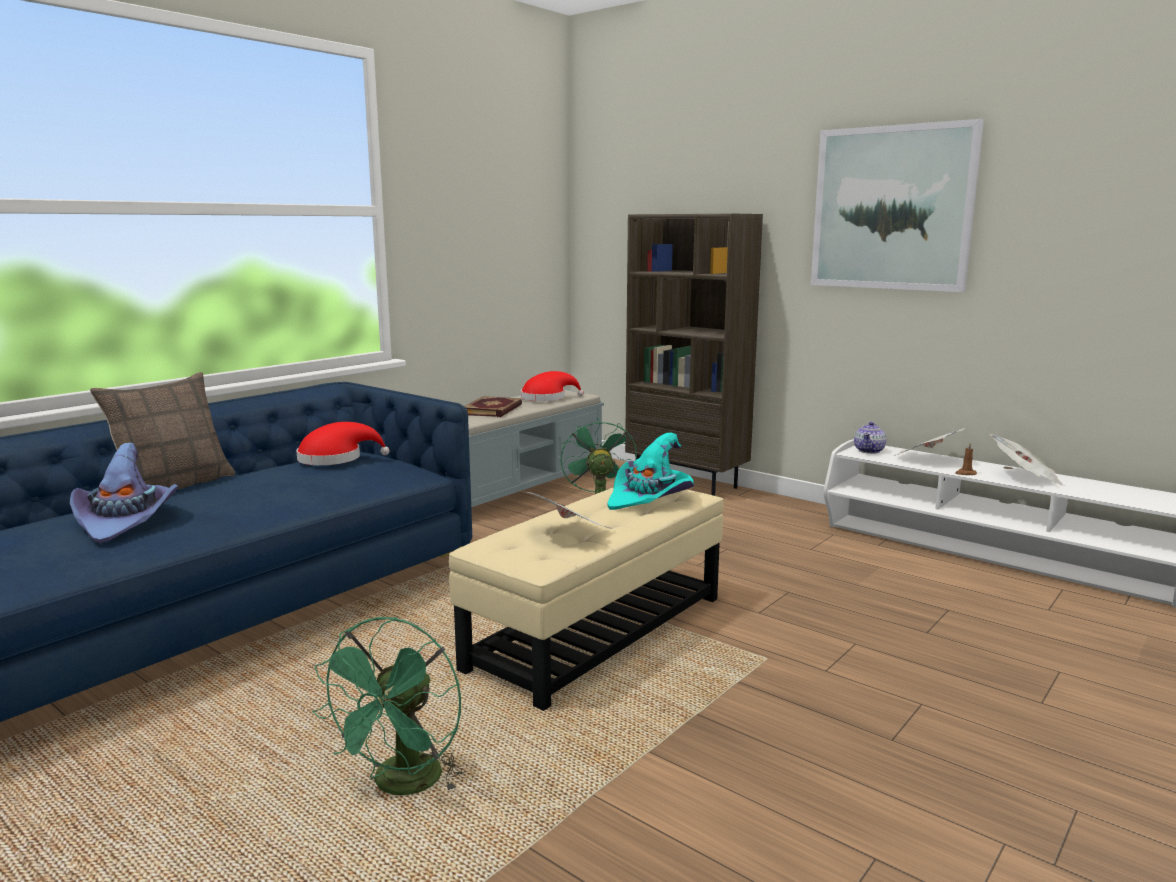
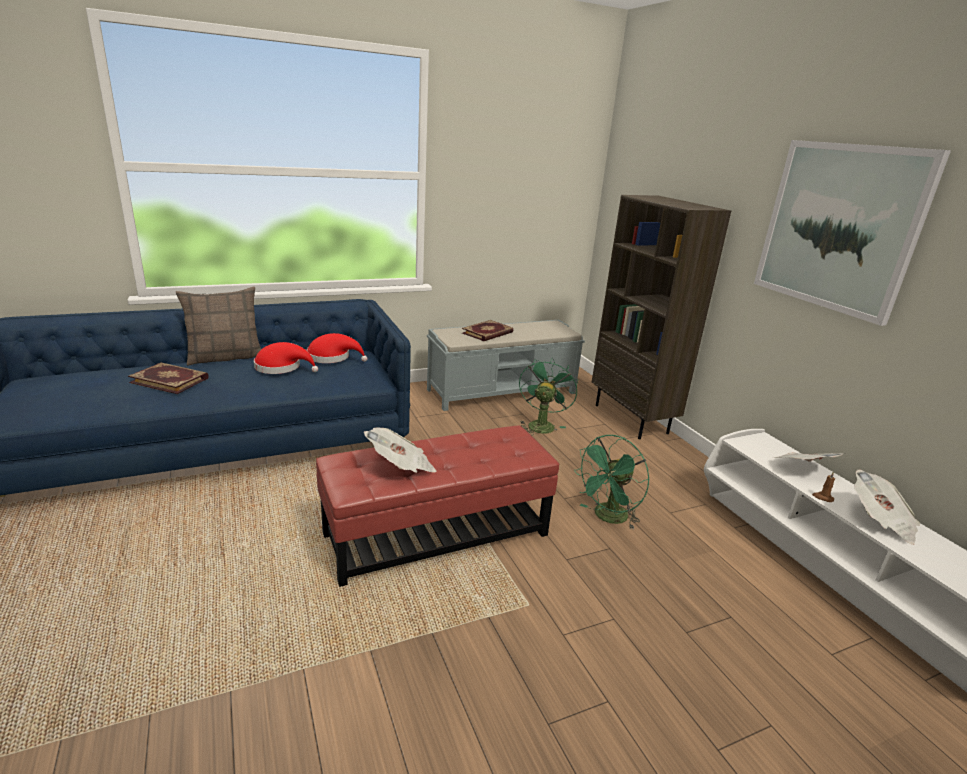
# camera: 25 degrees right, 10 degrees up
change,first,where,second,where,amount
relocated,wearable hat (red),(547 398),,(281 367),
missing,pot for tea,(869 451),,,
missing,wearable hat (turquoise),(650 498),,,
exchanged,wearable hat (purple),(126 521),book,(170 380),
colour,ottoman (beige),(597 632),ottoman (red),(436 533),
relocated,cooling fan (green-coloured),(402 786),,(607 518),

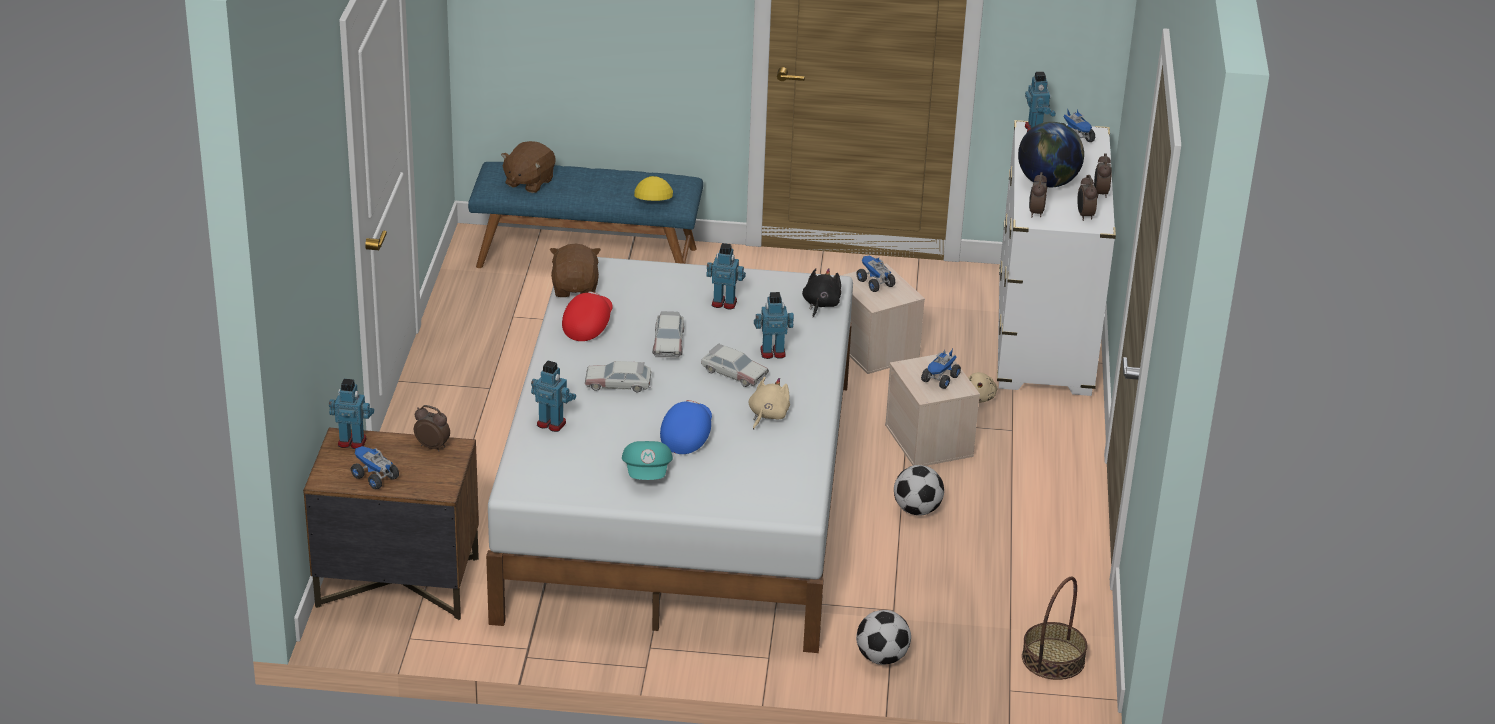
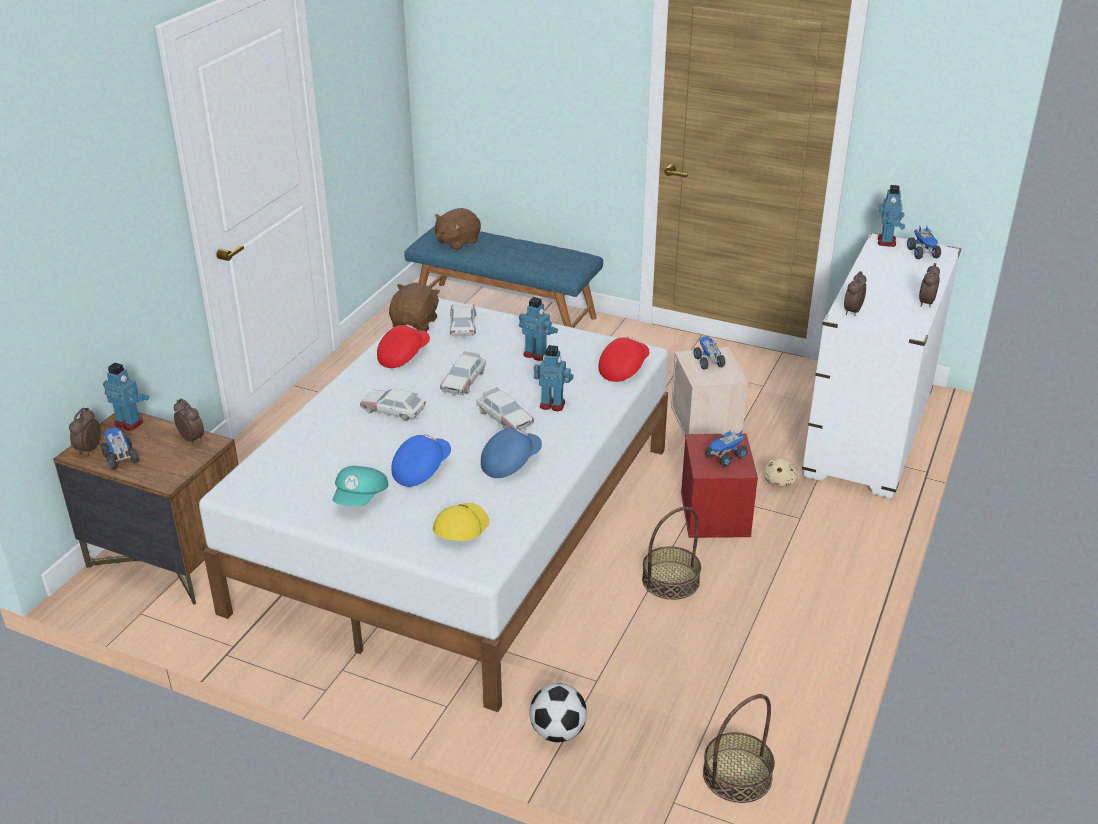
# camera: 20 degrees right, 0 degrees up
change,first,where,second,where,amount
missing,desk globe,(1048 182),,,
relocated,bedside clock,(1084 215),,(88 449),
relocated,cap (yellow),(652 196),,(460 528),
exchanged,soft toy (black),(820 304),cap (red),(623 368),
colour,storage box (beige),(930 441),storage box (red),(716 514),
missing,model robot,(551 423),,,
exchanged,soft toy (beige),(767 415),cap (blue-coloured),(510 463),
exchanged,ball for football,(917 510),storage basket,(670 580),
appeared,,,miniature car,(463 325),

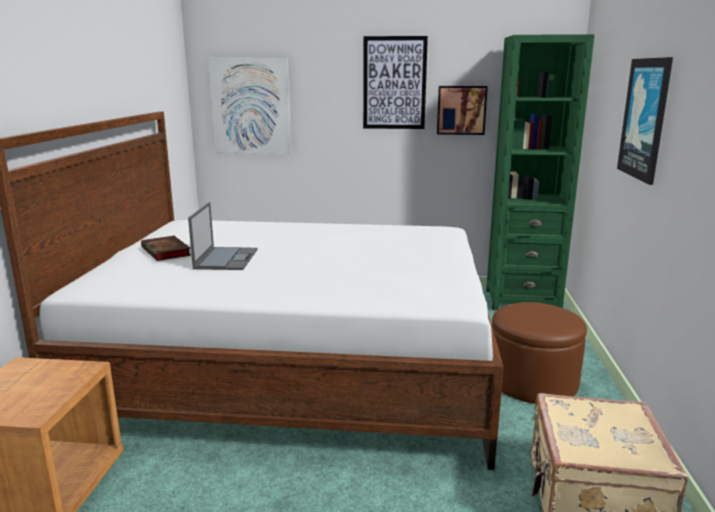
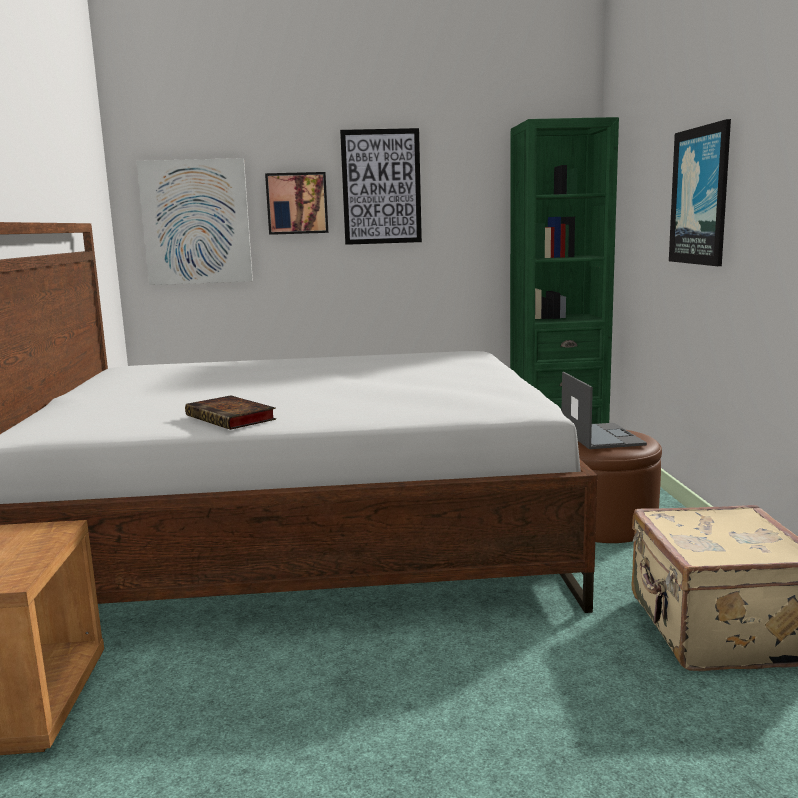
# camera: 10 degrees left, 5 degrees down
change,first,where,second,where,amount
relocated,wall art,(461 110),,(297 203),
relocated,portable computer,(226 258),,(600 436),
relocated,book,(167 252),,(232 418),

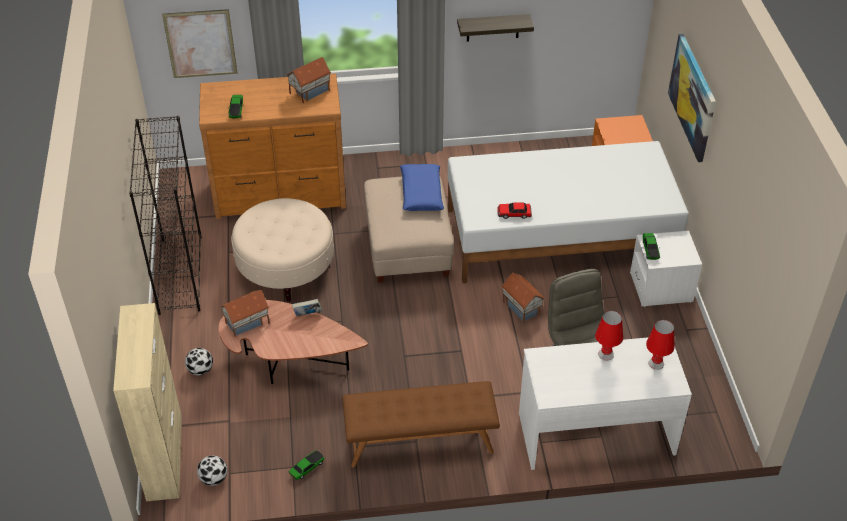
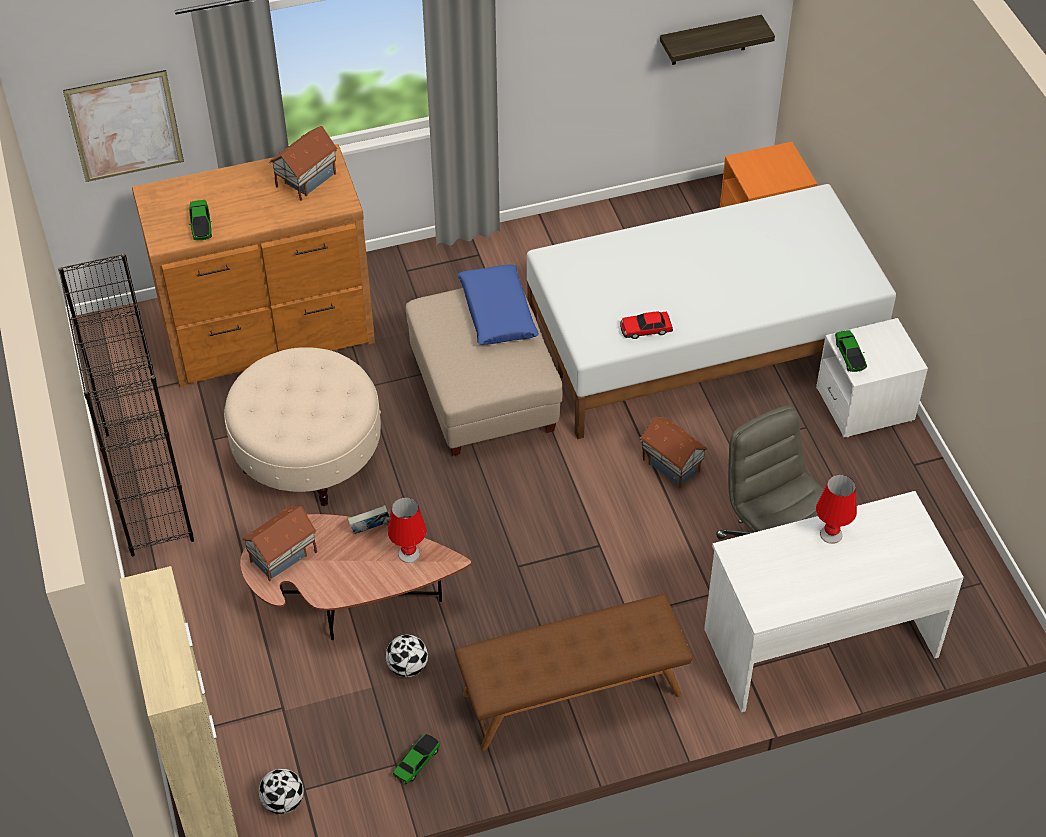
# camera: 10 degrees left, 5 degrees up
change,first,where,second,where,amount
relocated,bracket shelf,(493 27),,(709 40),
missing,wall art,(692 97),,,
relocated,table lamp (red),(656 363),,(409 554),
relocated,ball for football,(200 370),,(407 667),

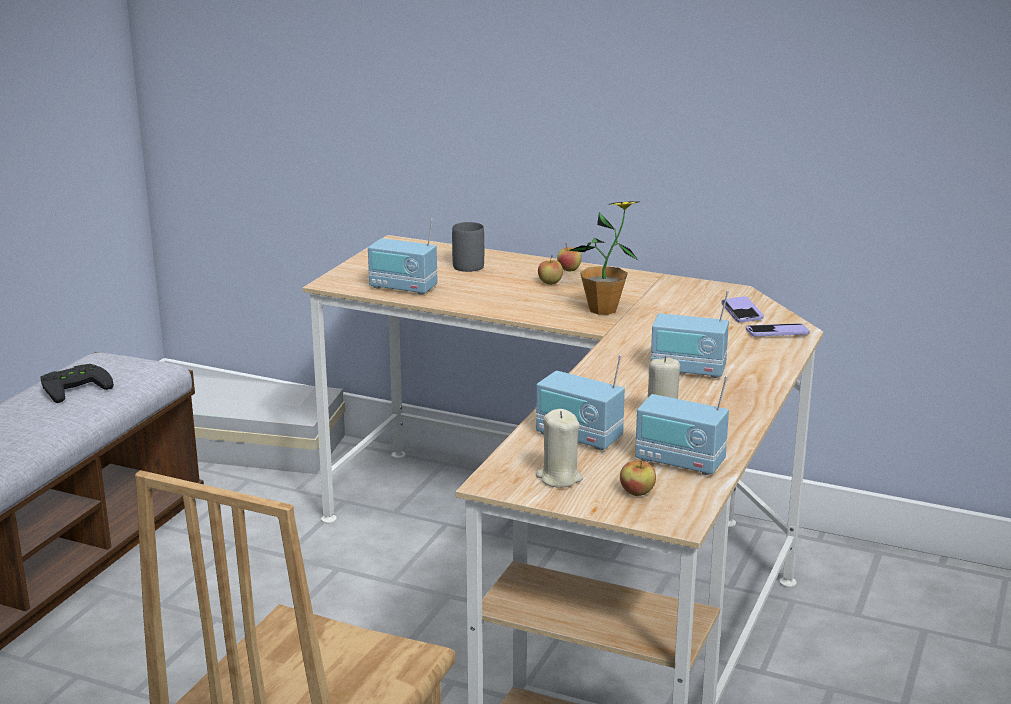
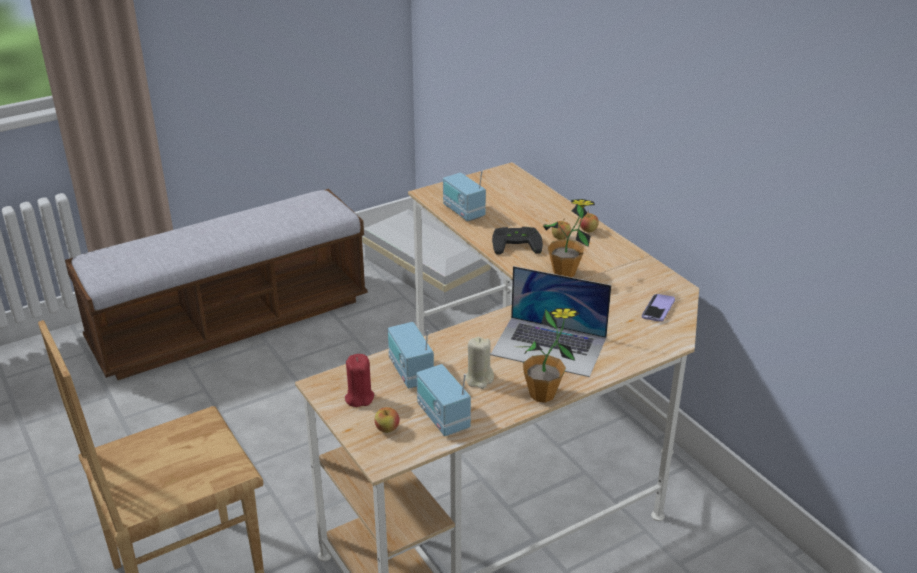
# camera: 35 degrees right, 10 degrees up
change,first,where,second,where,amount
missing,tea mug (greyish),(466 264),,,
exchanged,radio receiver,(687 370),portable computer,(549 346),
missing,telephone,(777 332),,,
relocated,joypad (black),(74 386),,(516 243),
colour,candle (beige),(559 478),candle (red),(359 398),
appeared,,,houseplant,(542 394),

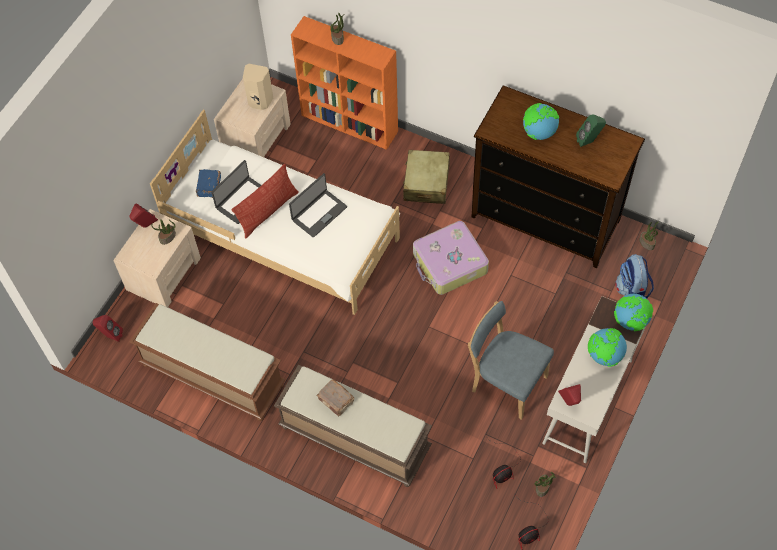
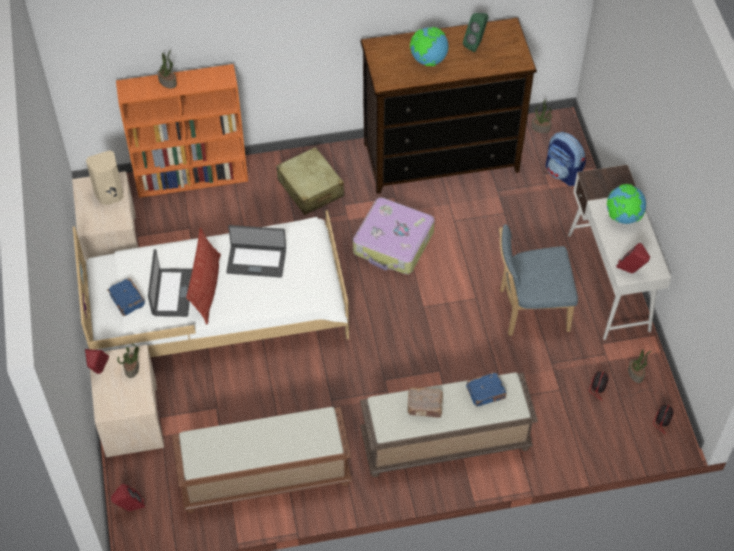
# camera: 40 degrees left, 5 degrees down
change,first,where,second,where,amount
spun,portable computer,(319 213),,(256 260),90 degrees clockwise
missing,desk globe,(631 321),,,
appeared,,,book (blue-coloured),(486 393),

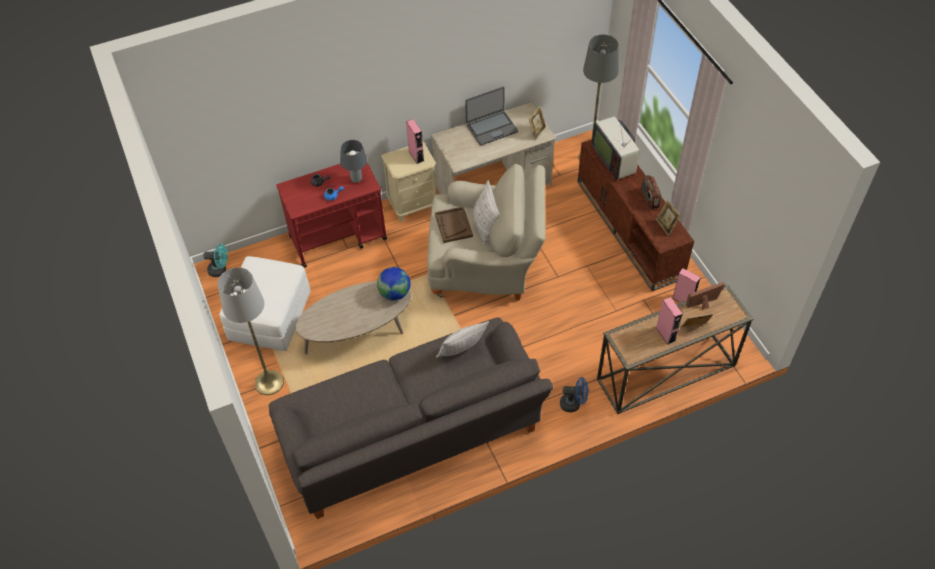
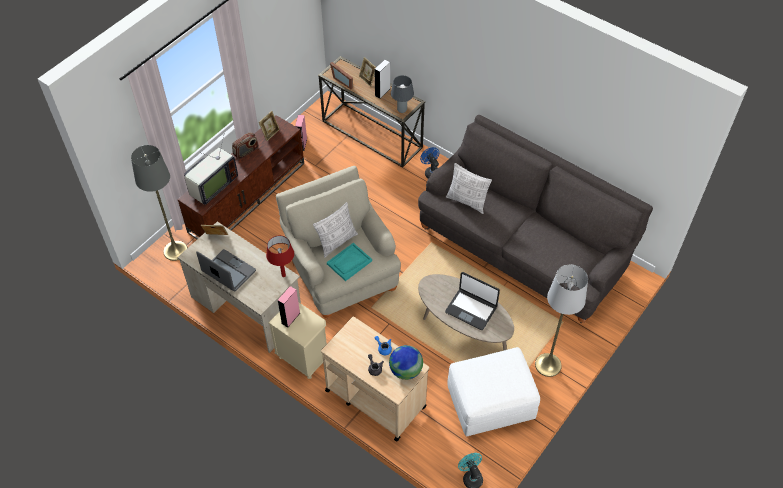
# camera: 120 degrees left, 0 degrees up
change,first,where,second,where,amount
relocated,table lamp (greyish),(356 179),,(402 110),
colour,wheeled cart (red),(338 237),wheeled cart (beige),(375 398),
colour,serving tray (brown-coloured),(453 225),serving tray (turquoise),(349 262),
relocated,desk globe,(395 293),,(405 370),
colour,speaker (pink),(665 334),speaker (whitish),(382 92),
appeared,,,table lamp (red),(283 275),
appeared,,,portable computer,(471 309),

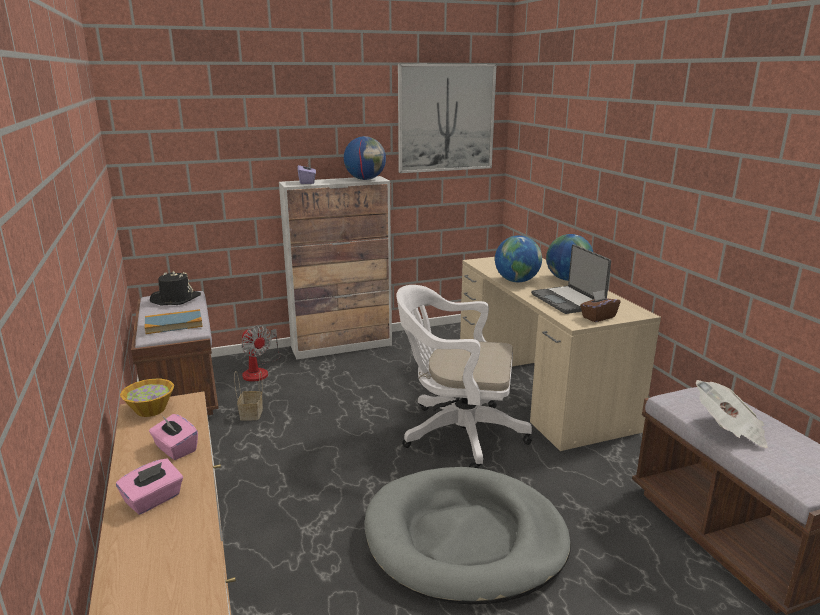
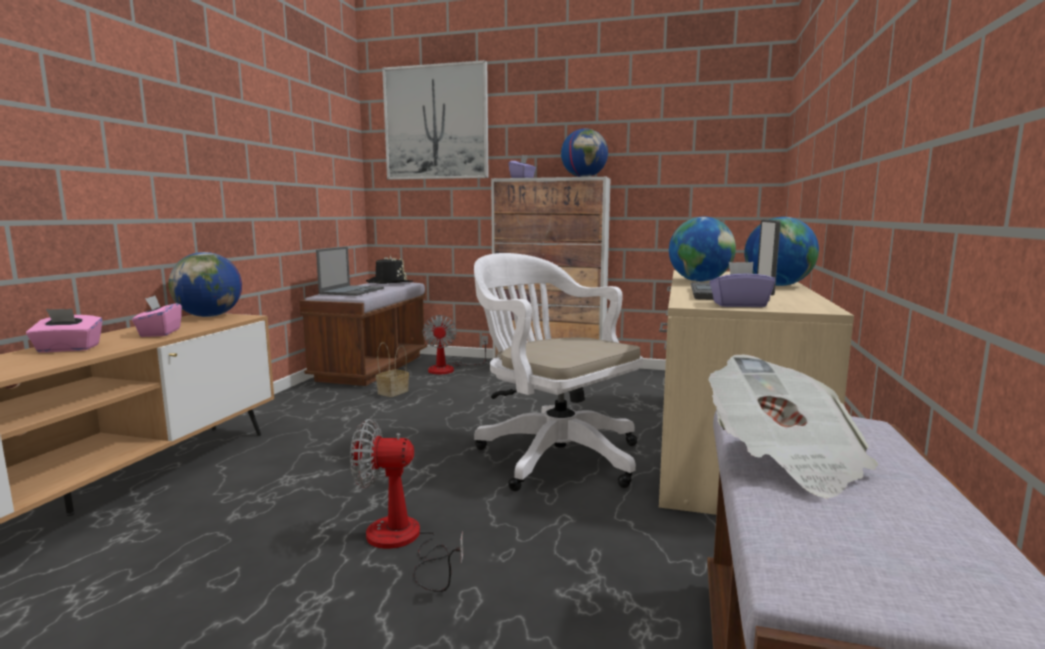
# camera: 35 degrees right, 10 degrees down
change,first,where,second,where,amount
relocated,wall art,(446 118),,(436 123),
colour,tissue box (brown-coloured),(598 317),tissue box (purple),(739 305),
exchanged,book,(174 324),portable computer,(352 291),
exchanged,deep dish,(151 409),desk globe,(209 316),
exchanged,dog cushion (greyish),(465 538),cooling fan,(402 543),

